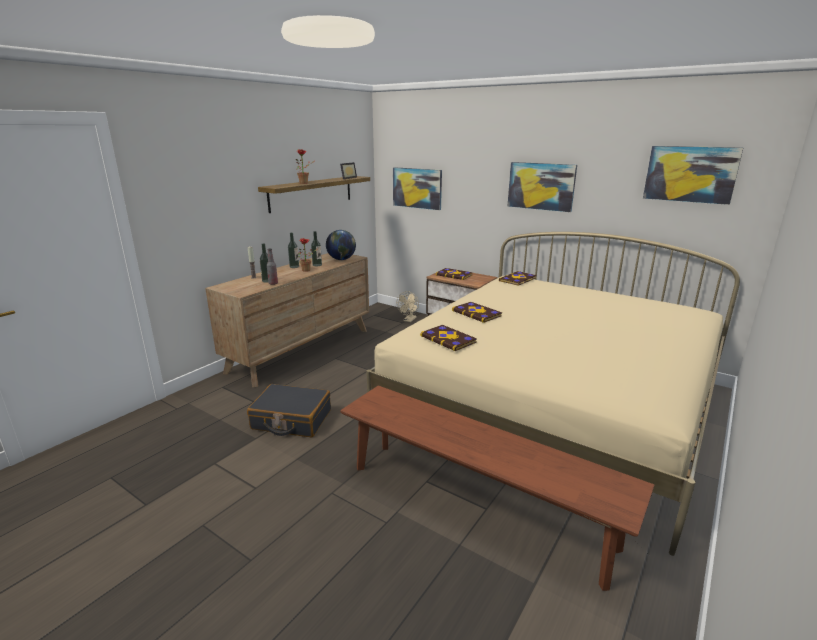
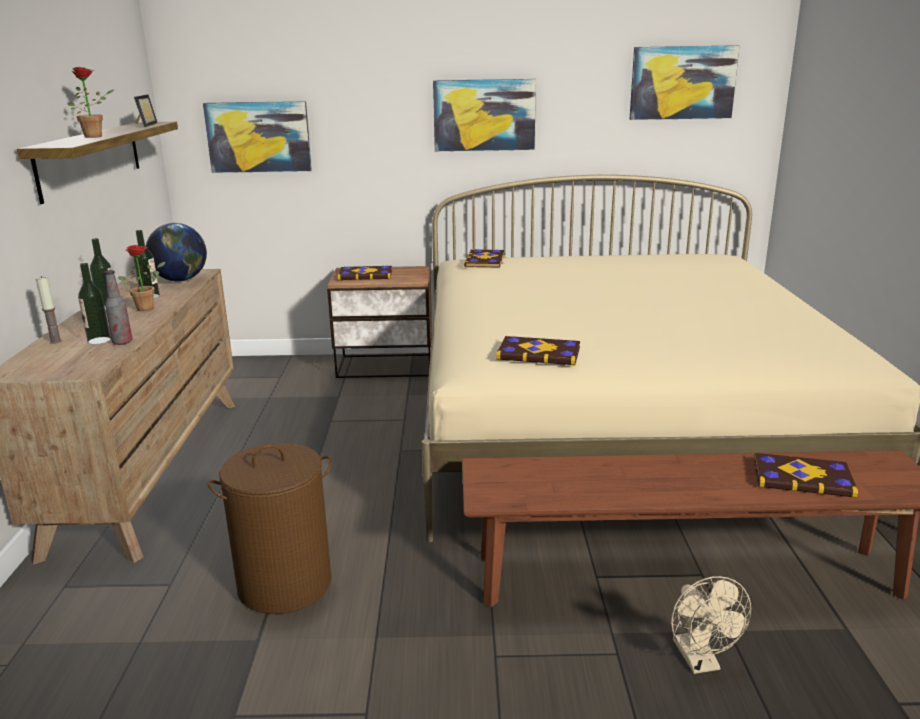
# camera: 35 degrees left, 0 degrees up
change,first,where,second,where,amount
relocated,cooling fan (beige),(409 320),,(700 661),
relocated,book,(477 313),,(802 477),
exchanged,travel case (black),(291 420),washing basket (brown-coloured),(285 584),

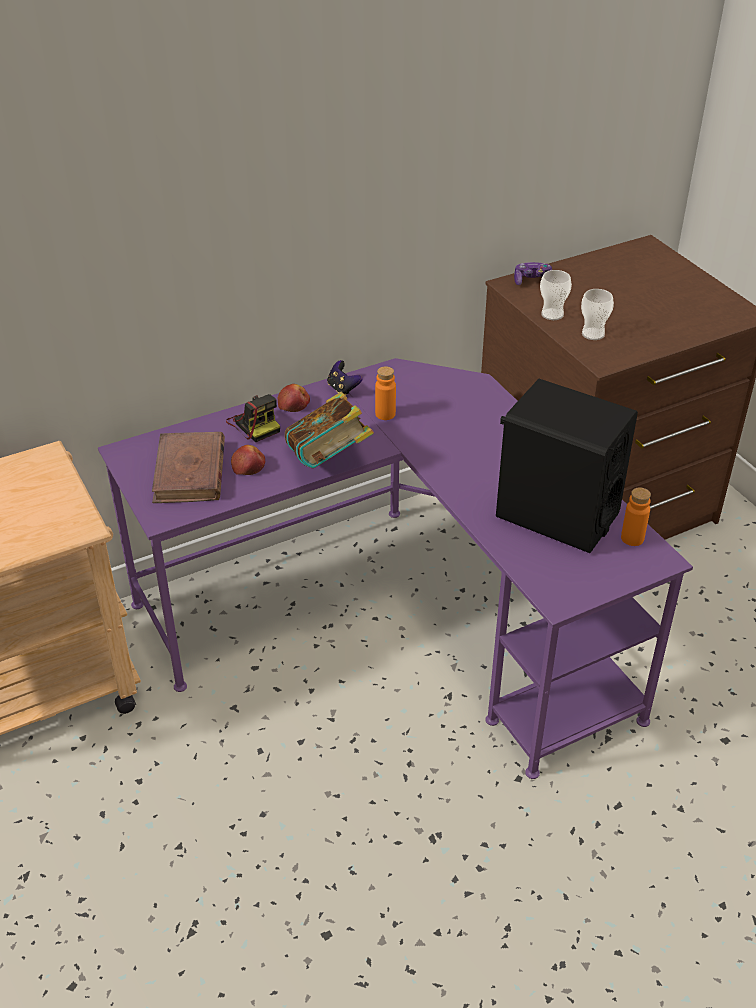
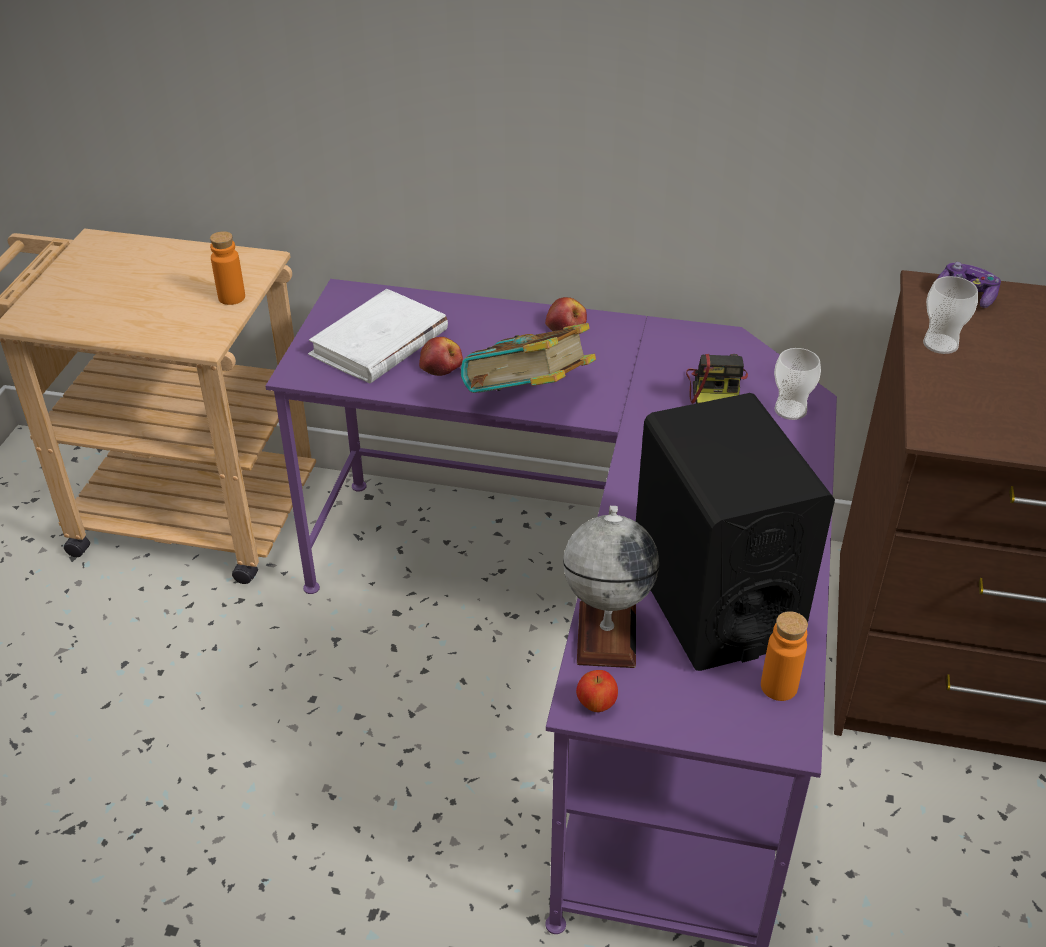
# camera: 40 degrees right, 0 degrees up
change,first,where,second,where,amount
relocated,drinking cup,(593 334),,(790 410),
missing,joypad,(343 389),,,
relocated,drink bottle (orangey),(385 414),,(231 297),
relocated,still camera,(254 424),,(716 390),
colour,book (brown-coloured),(190 472),book (whitish),(379 343),
appeared,,,desk globe,(606 633),
appeared,,,apple fruit,(596 704),

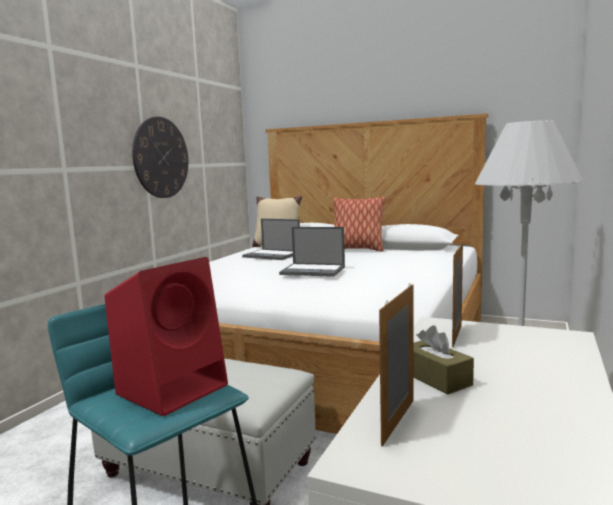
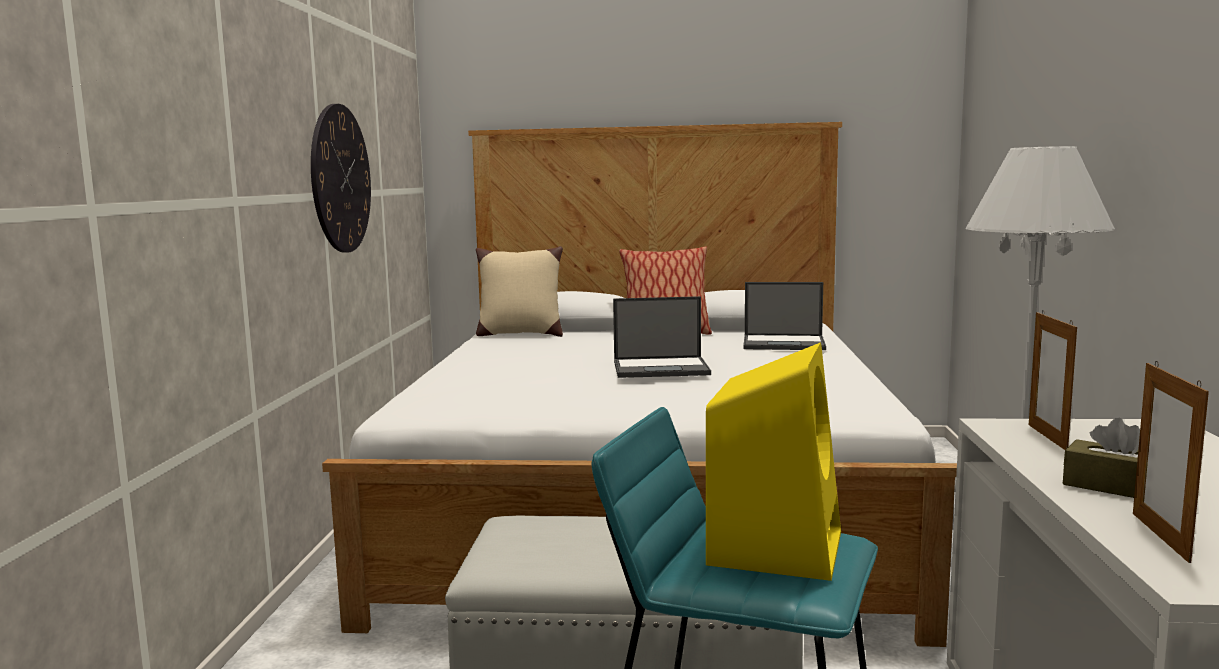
# camera: 20 degrees left, 0 degrees up
change,first,where,second,where,amount
relocated,portable computer,(272 255),,(785 343),
colour,speaker (red),(174 388),speaker (yellow),(775 546),

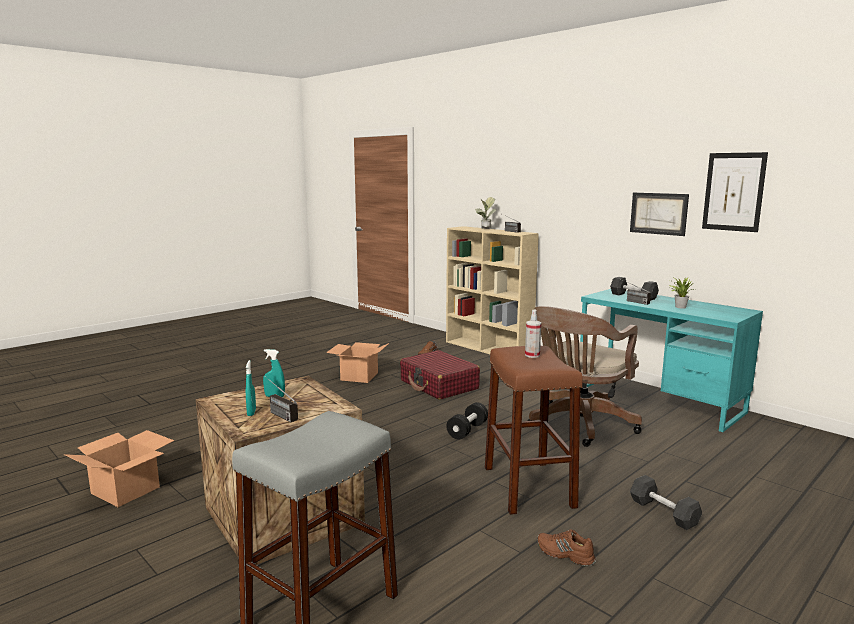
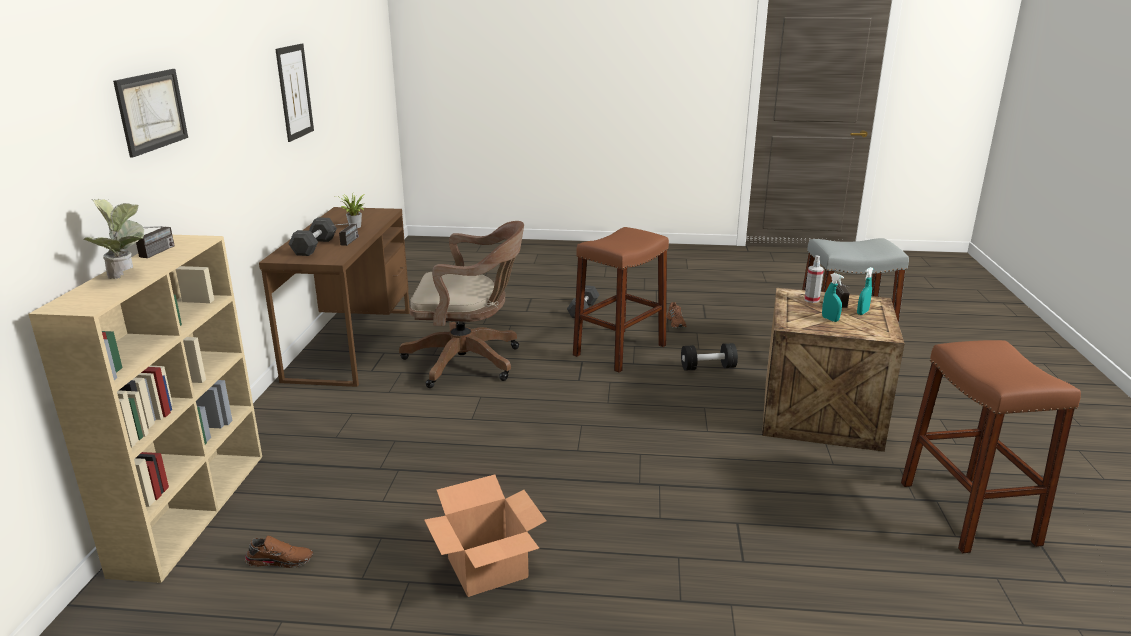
# camera: 130 degrees left, 10 degrees up
change,first,where,second,where,amount
relocated,wall art,(658 213),,(151 111),
colour,desk (turquoise),(658 400),desk (brown-coloured),(351 344),
relocated,sprayer,(532 355),,(811 300),
missing,travel case (red),(439 385),,,
relocated,free weight (black),(467 430),,(708 367),
exchanged,carton,(124 490),stool seat (brown-coloured),(968 513),

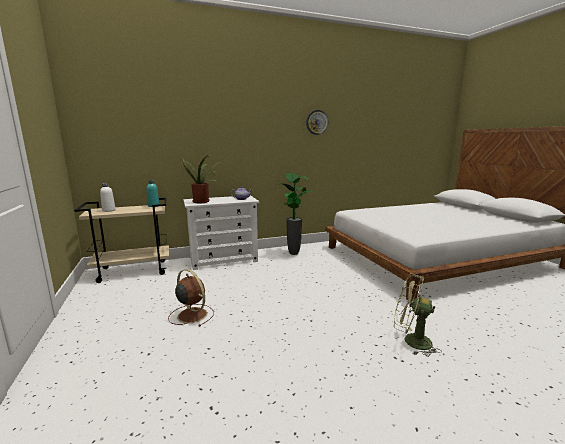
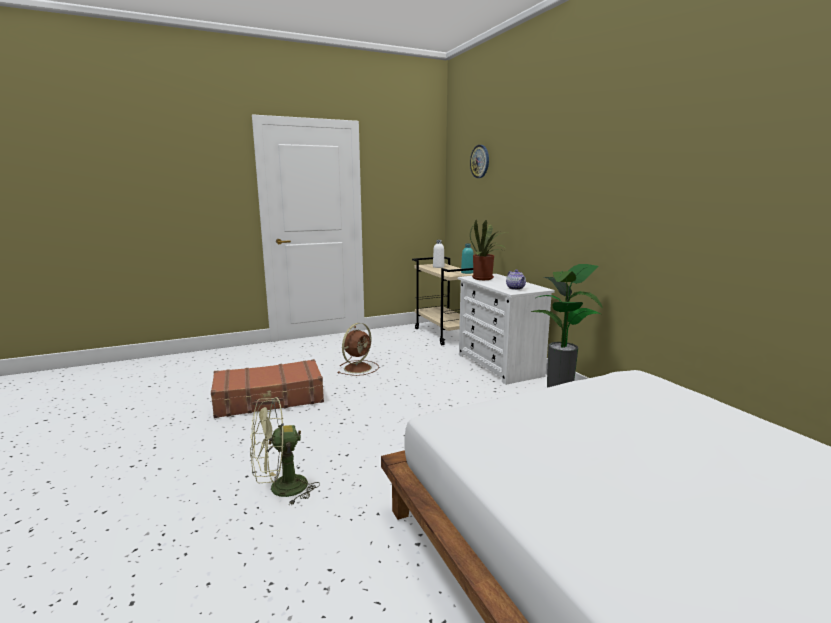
# camera: 85 degrees right, 0 degrees up
change,first,where,second,where,amount
relocated,clock on the wall,(317 122),,(480 161),
spun,cooling fan (green-coloured),(411 341),,(280 489),135 degrees counterclockwise
appeared,,,travel case (brown-coloured),(269 399),

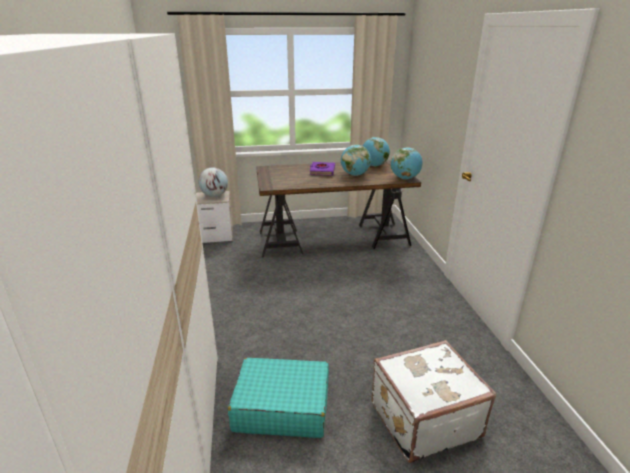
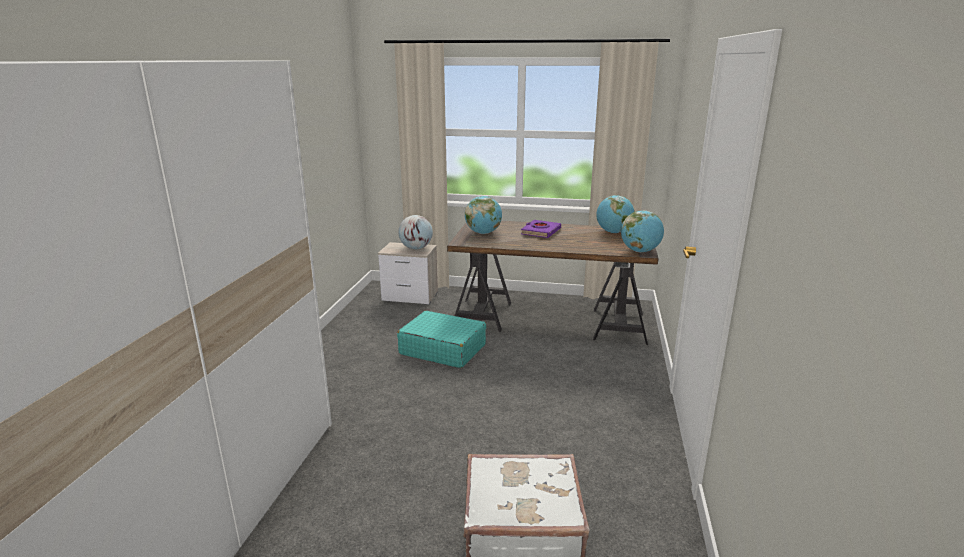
# camera: 20 degrees right, 5 degrees down
change,first,where,second,where,amount
relocated,desk globe,(355 175),,(483 233),
relocated,travel case (turquoise),(281 407),,(442 349),

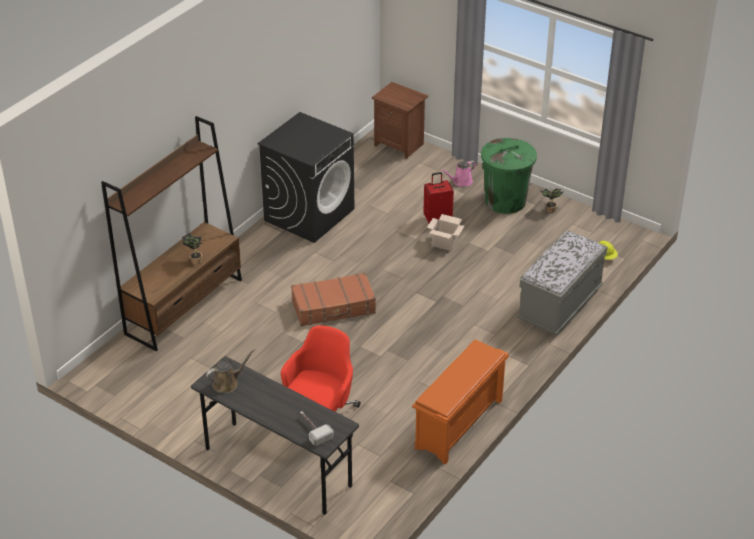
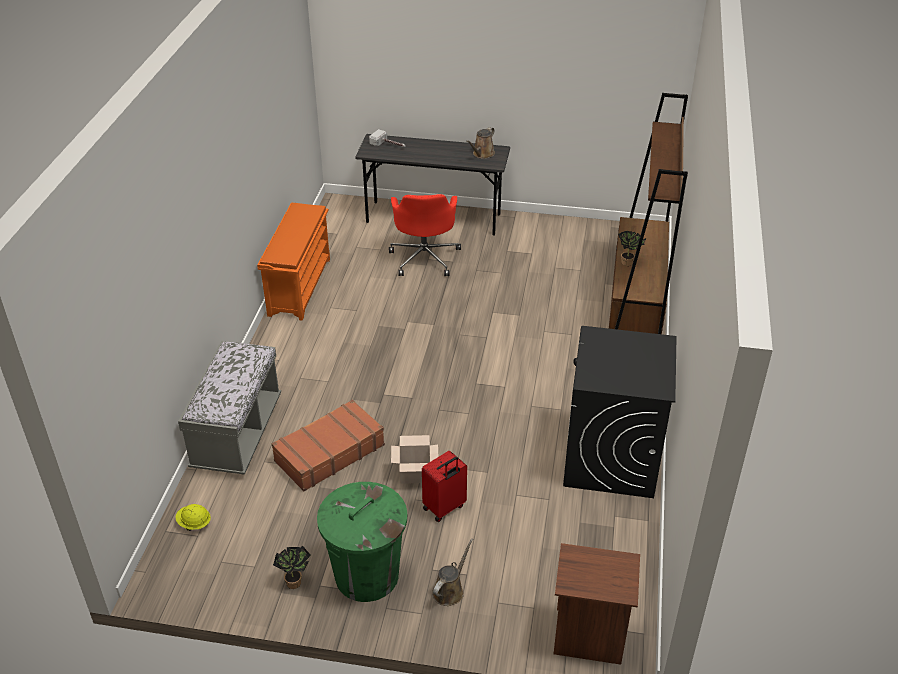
# camera: 155 degrees right, 0 degrees up
change,first,where,second,where,amount
colour,watering pot (pink),(461 182),watering pot (brown-coloured),(450 590),
relocated,travel case (brown-coloured),(334 307),,(329 453),

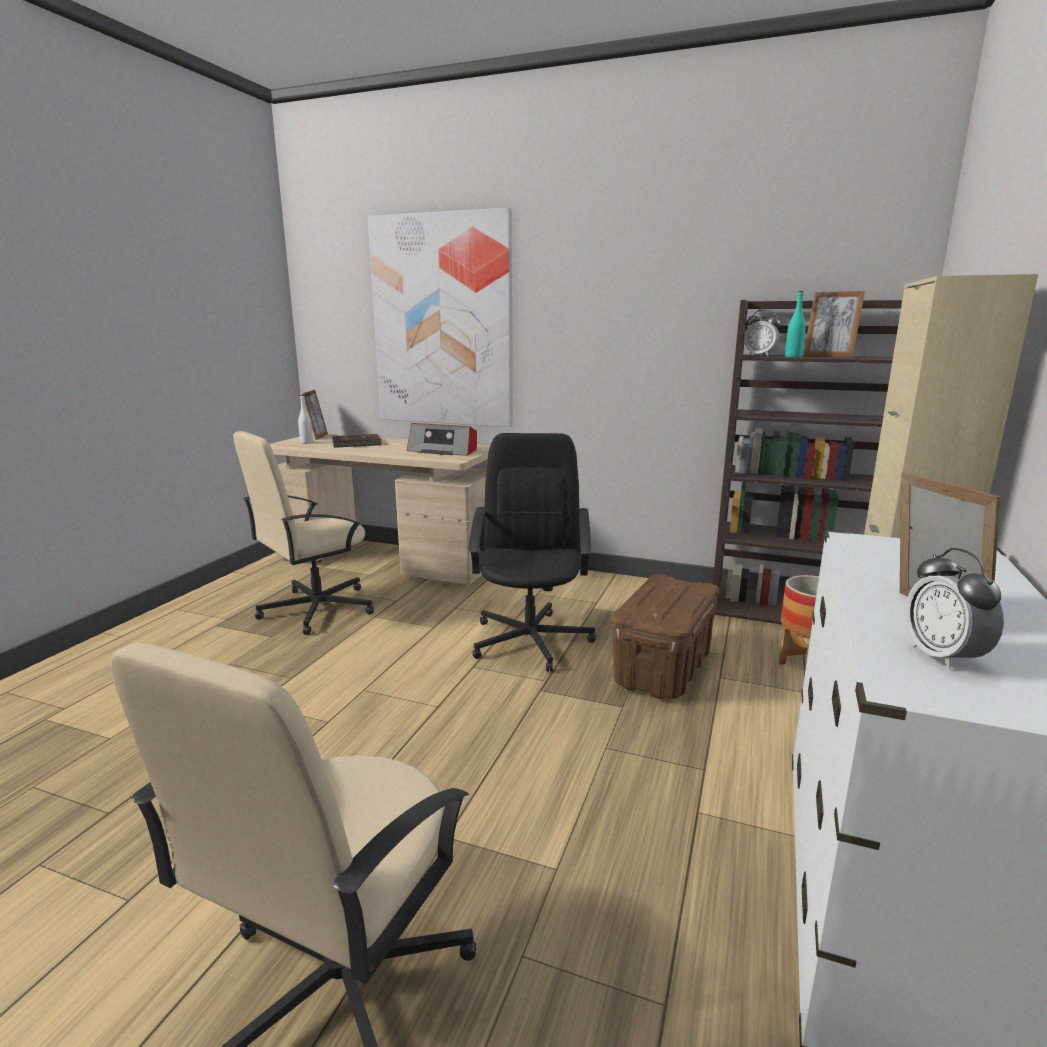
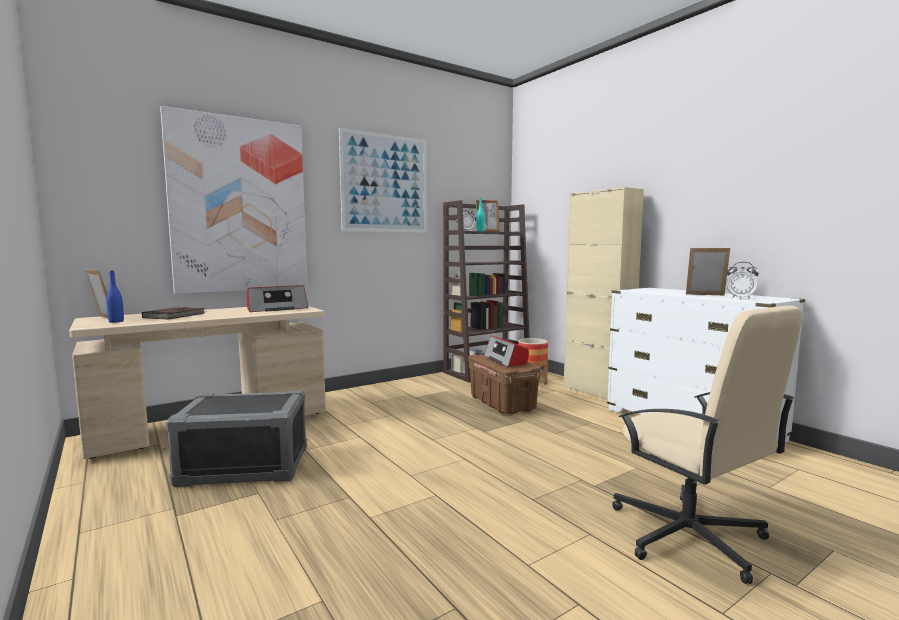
# camera: 55 degrees left, 10 degrees down
change,first,where,second,where,amount
colour,drink bottle (whitish),(306 443),drink bottle (blue-coloured),(116 321),
exchanged,desk chair (beige),(316 609),storage box (greyish),(243 467),
missing,desk chair (black),(531 639),,,
appeared,,,wall art,(385 183),
appeared,,,radio receiver,(505 360),

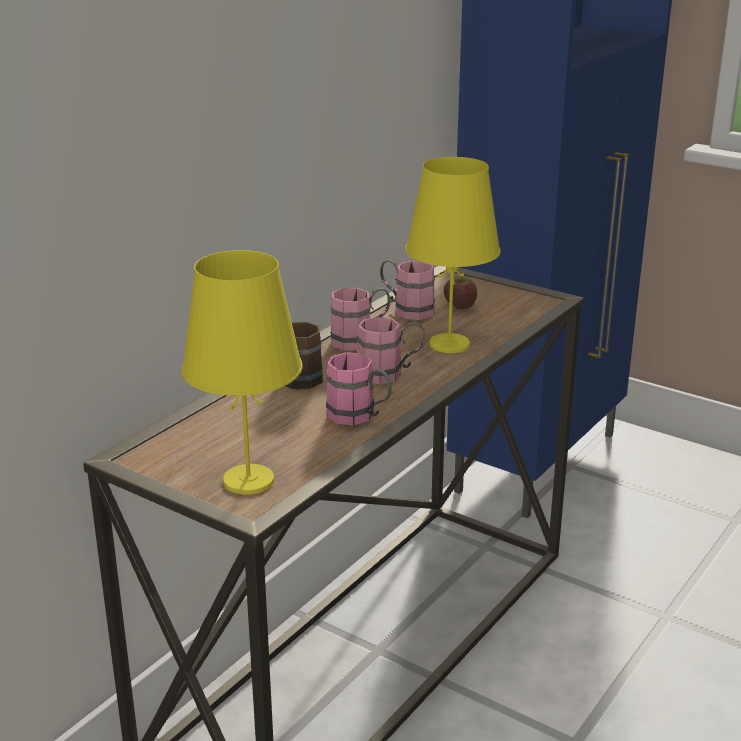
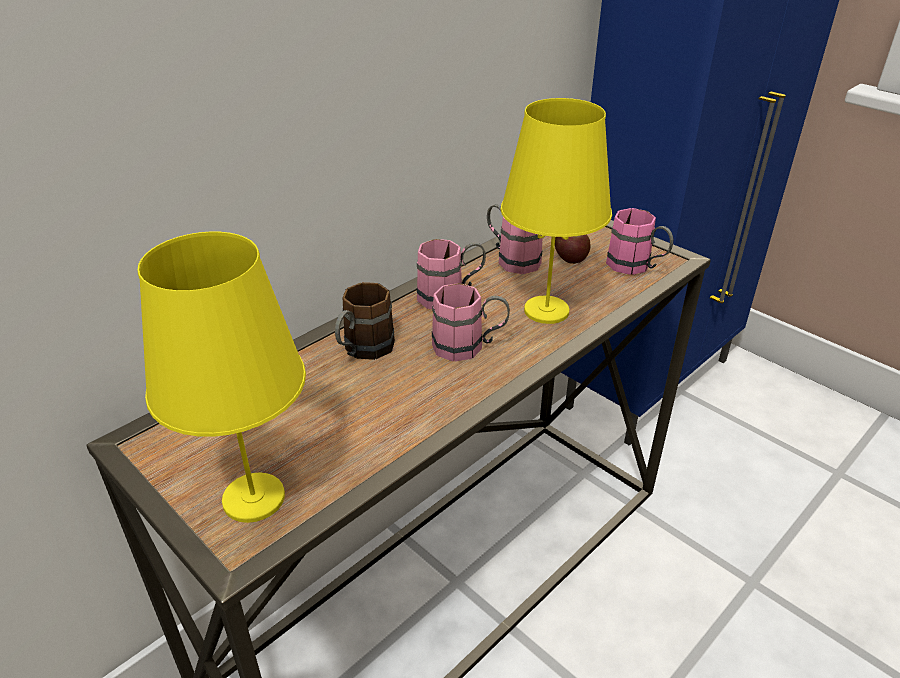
# camera: 10 degrees right, 10 degrees up
change,first,where,second,where,amount
relocated,tea mug (pink),(360 417),,(636 267),

